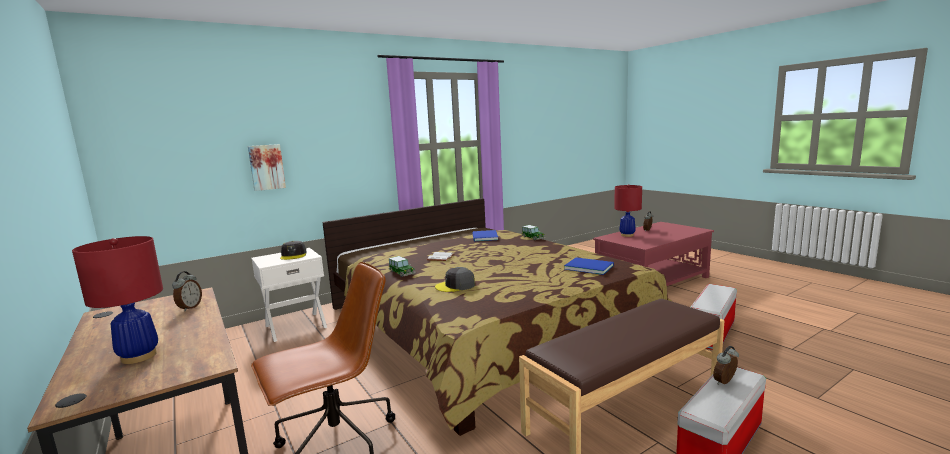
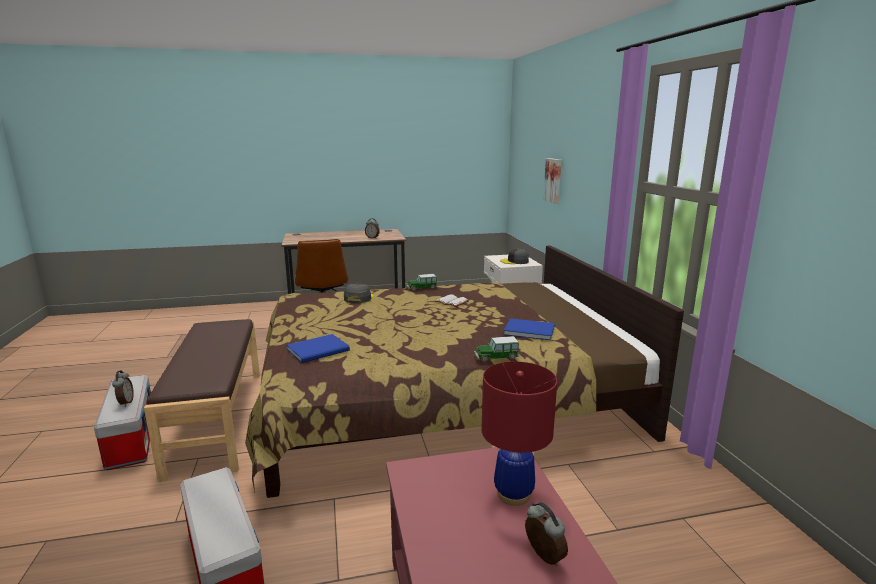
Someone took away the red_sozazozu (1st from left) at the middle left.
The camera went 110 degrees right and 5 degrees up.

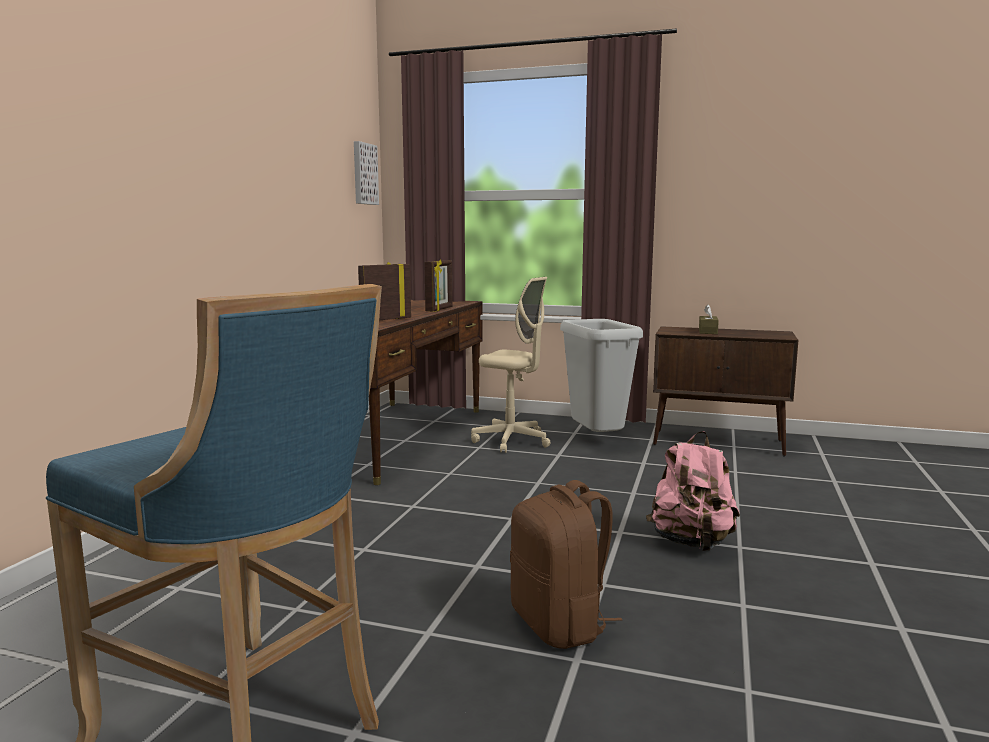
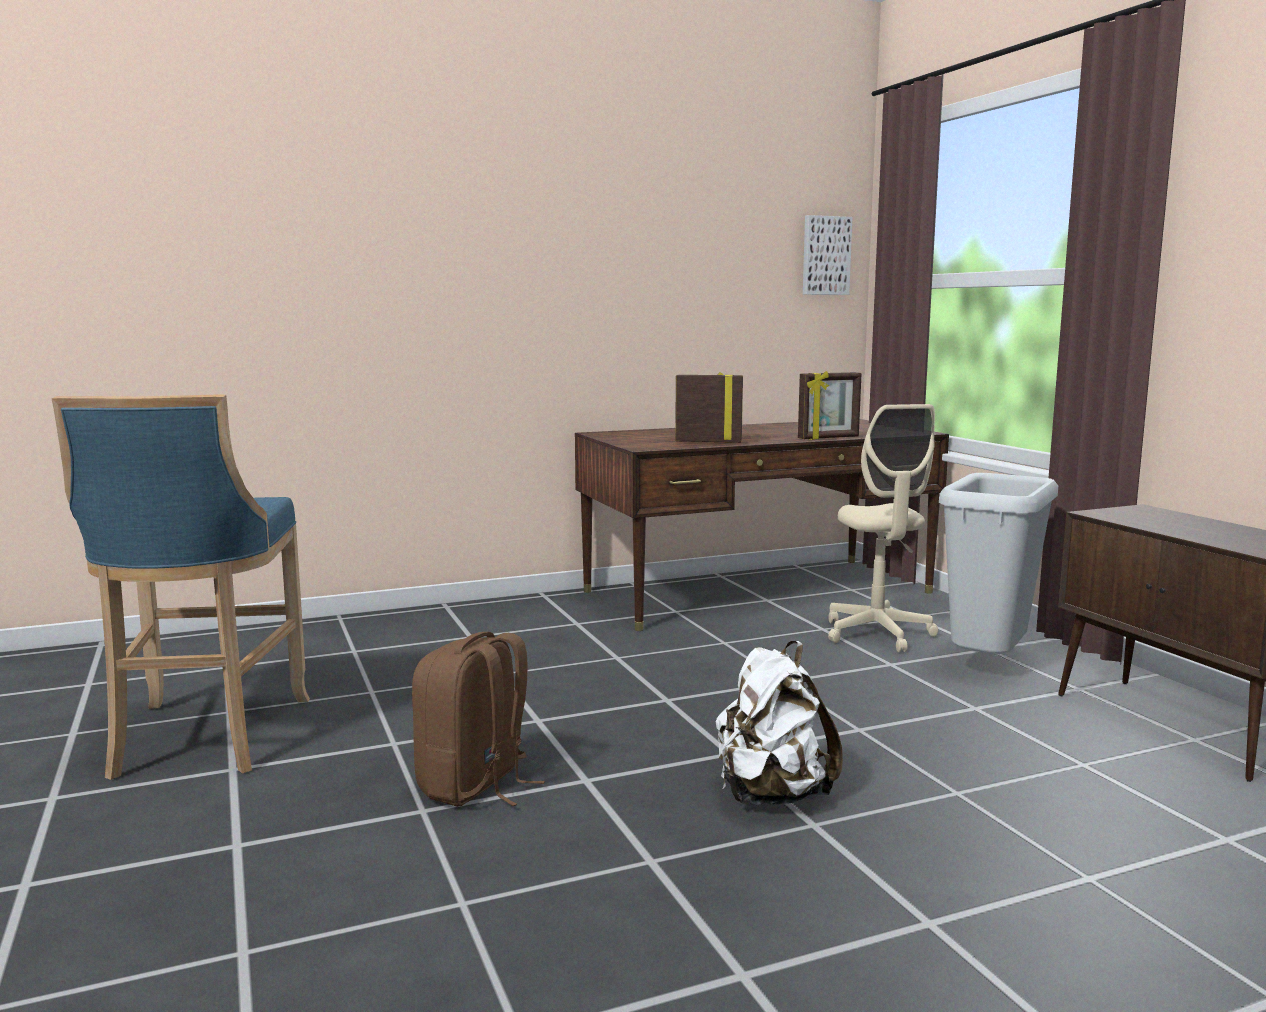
Someone repainted the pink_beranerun at the middle right, which became the white_beranerun at the bottom centre.
Someone took away the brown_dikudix at the middle right.
The camera went 50 degrees right and 0 degrees up.

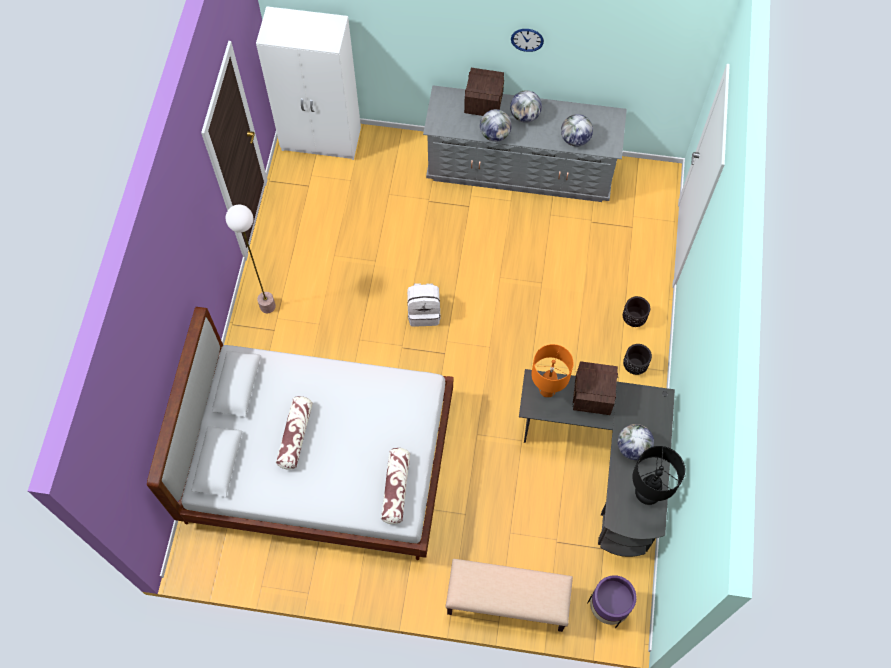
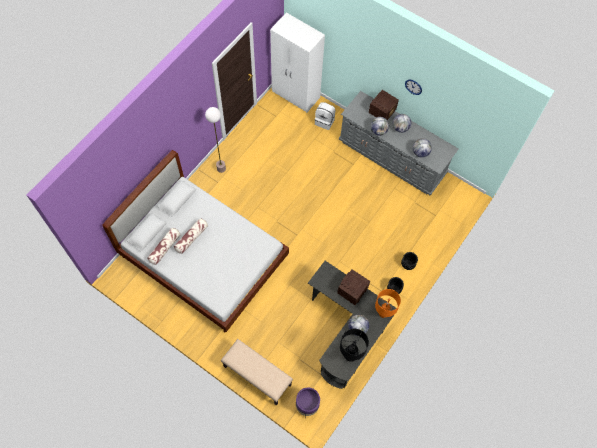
Someone carried the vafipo (2nd from left in the first image) from the bottom centre to the middle left.
Someone carried the white_beranerun from the centre to the top centre.
Someone carried the orange_sozazozu from the centre to the bottom centre.
The camera went 25 degrees right and 0 degrees up.

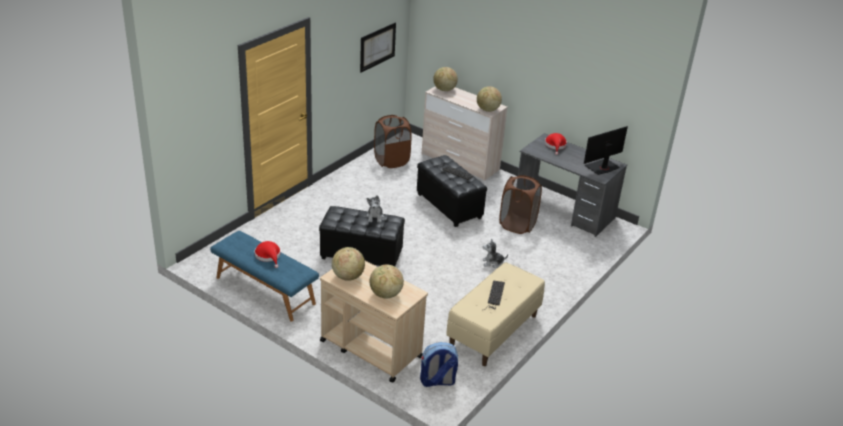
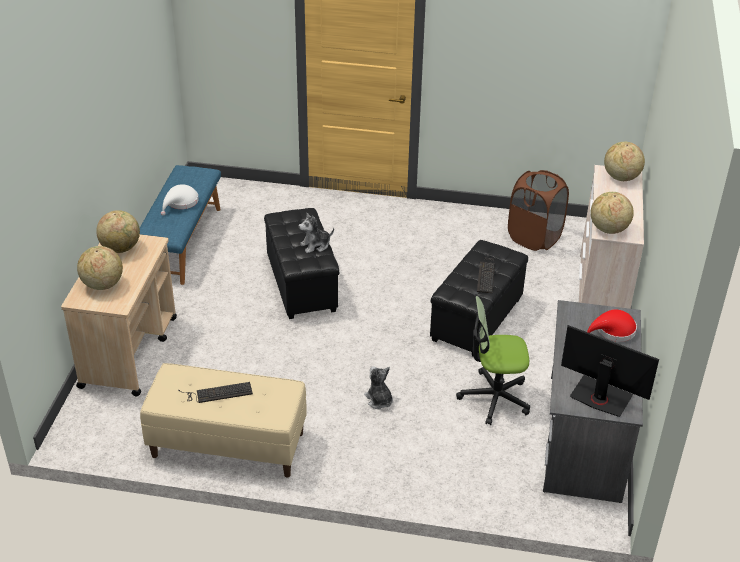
Someone repainted the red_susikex (1st from left) at the middle left, which became the white_susikex at the middle left.
Someone took away the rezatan at the top centre.
Someone took away the beranerun at the bottom centre.
Someone swapped the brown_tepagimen (2nd from left) at the centre for the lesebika at the centre.
The camera went 65 degrees right and 5 degrees up.

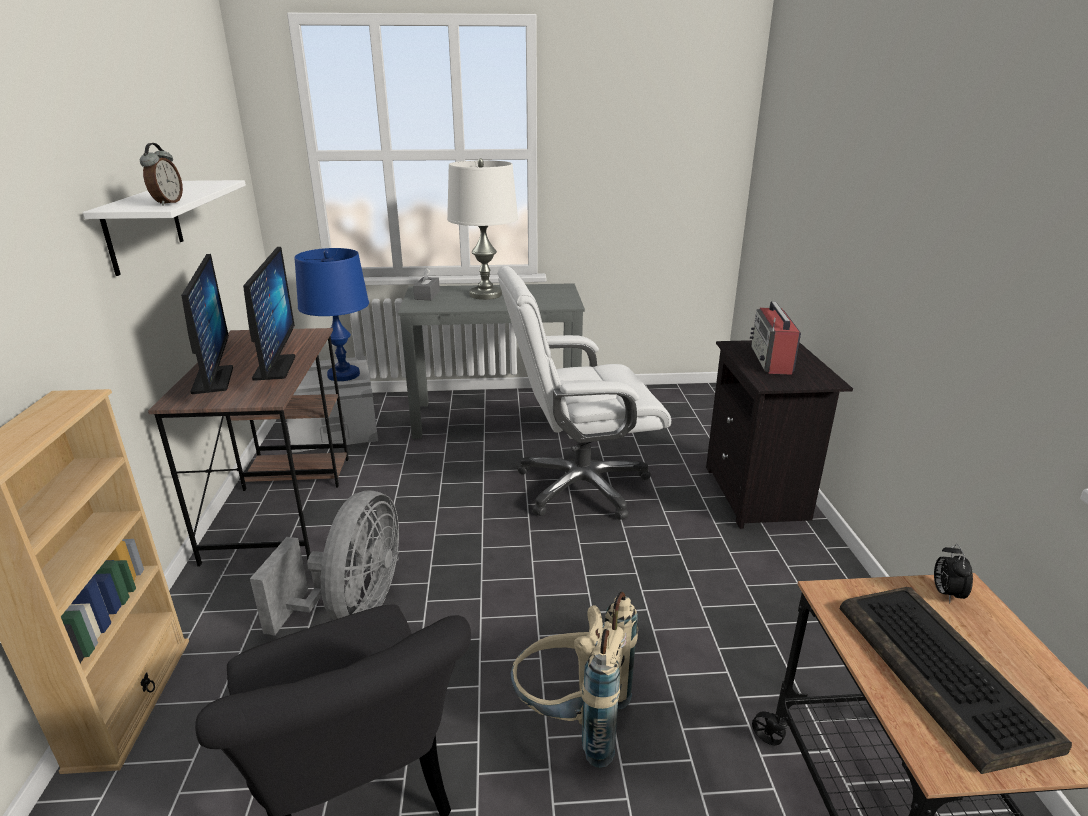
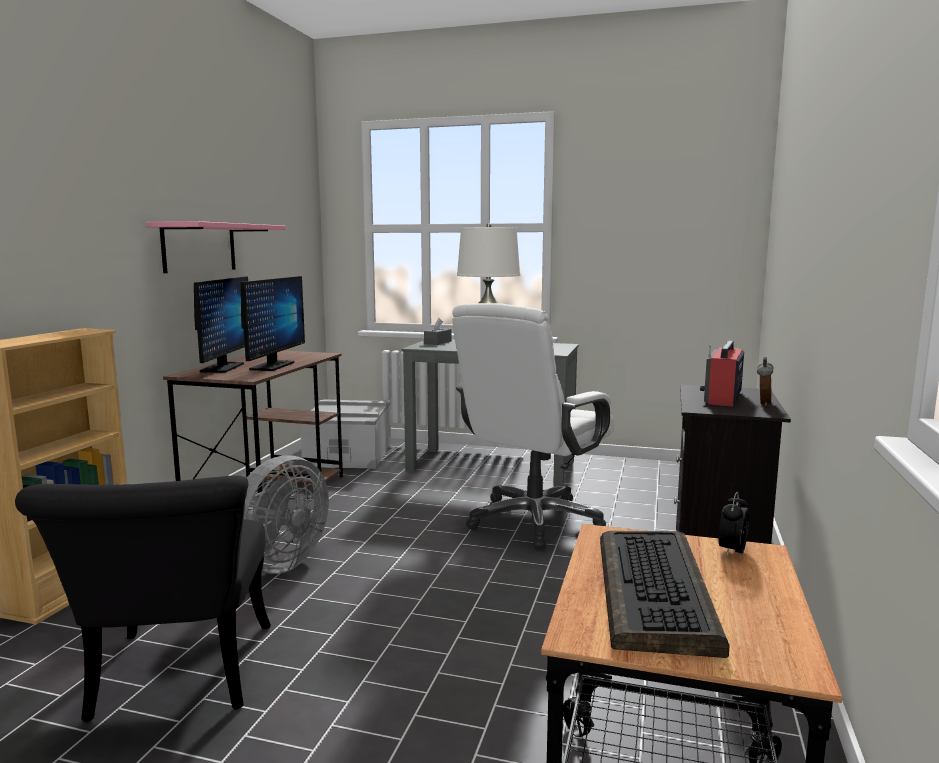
Someone repainted the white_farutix at the top left, which became the pink_farutix at the top left.
Someone carried the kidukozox (1st from left in the first image) from the top left to the middle right.
Someone took away the blue_sozazozu at the middle left.
Someone rotated the white_lesebika at the centre by 60 degrees counterclockwise.
Someone took away the beige_beranerun at the bottom centre.
The camera went 20 degrees right and 15 degrees down.

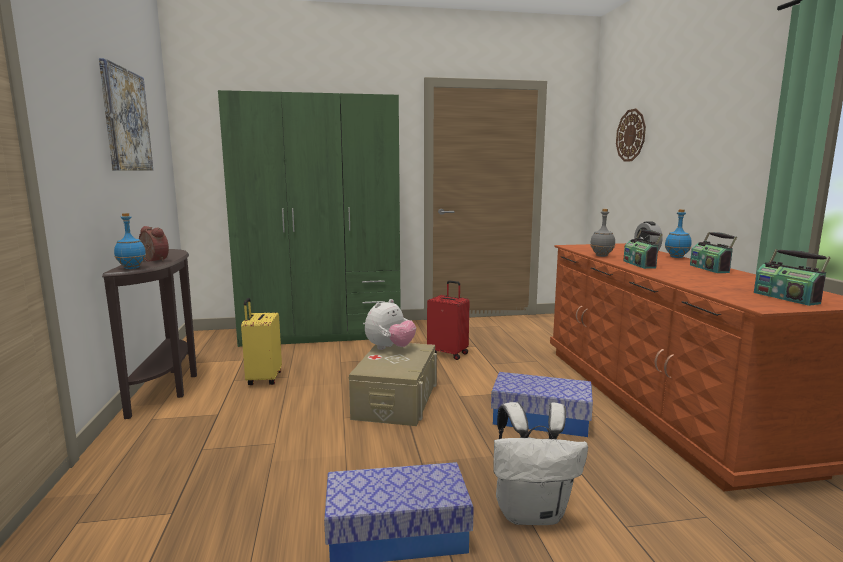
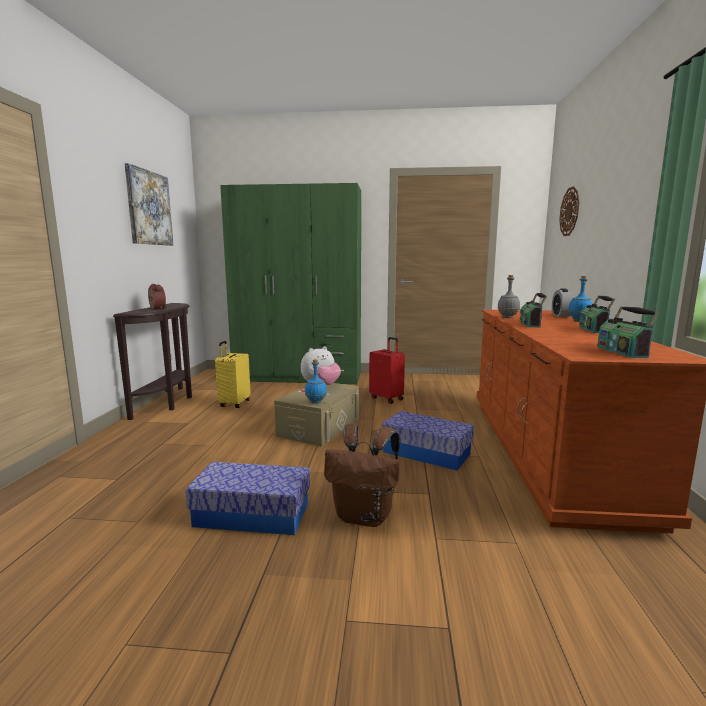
Someone carried the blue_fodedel (1st from left) from the middle left to the centre.
Someone repainted the white_beranerun at the bottom centre, which became the brown_beranerun at the bottom centre.
The camera went 15 degrees right and 0 degrees up.

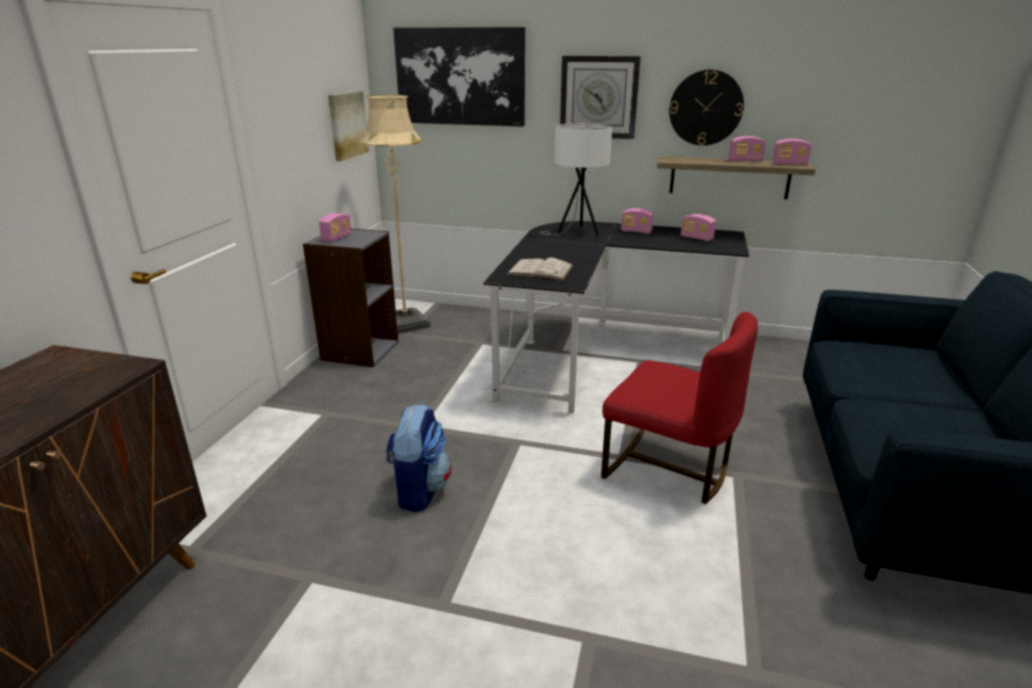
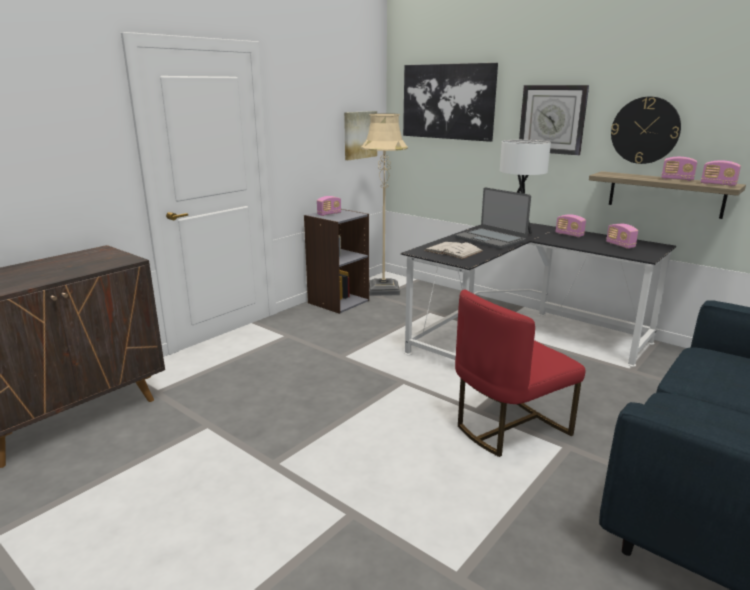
Someone took away the beranerun at the centre.
Someone rotated the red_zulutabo at the centre by 90 degrees clockwise.
Someone put down the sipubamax at the centre.
The camera went 25 degrees right and 5 degrees down.

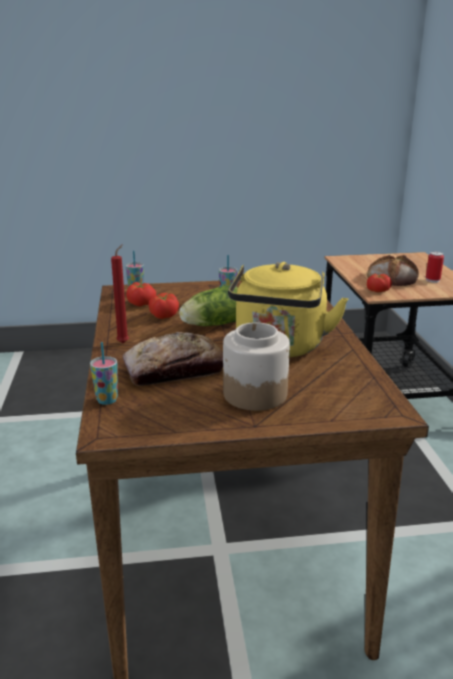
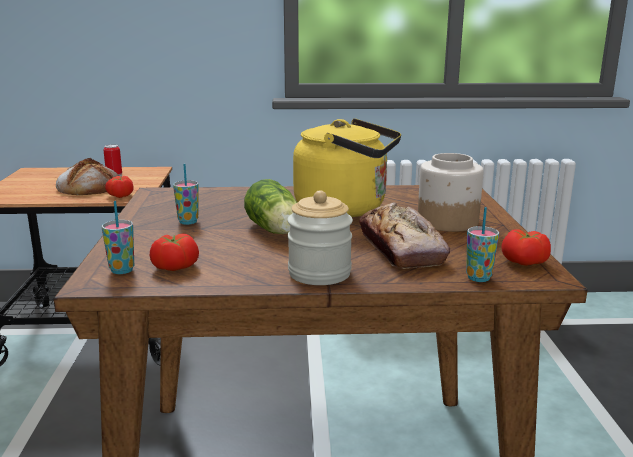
Someone swapped the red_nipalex at the middle left for the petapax (1st from left) at the centre.
Someone carried the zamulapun (2nd from left in the first image) from the centre to the middle right.
The camera went 85 degrees left and 5 degrees down.

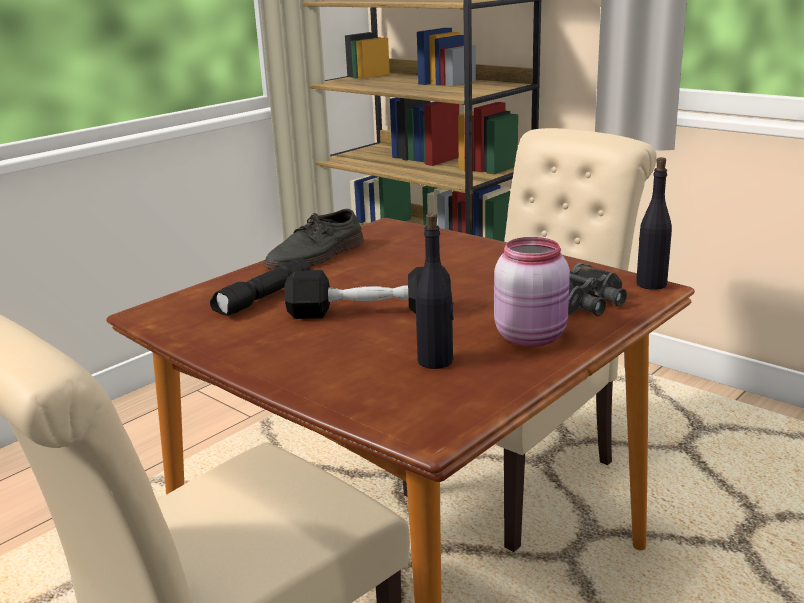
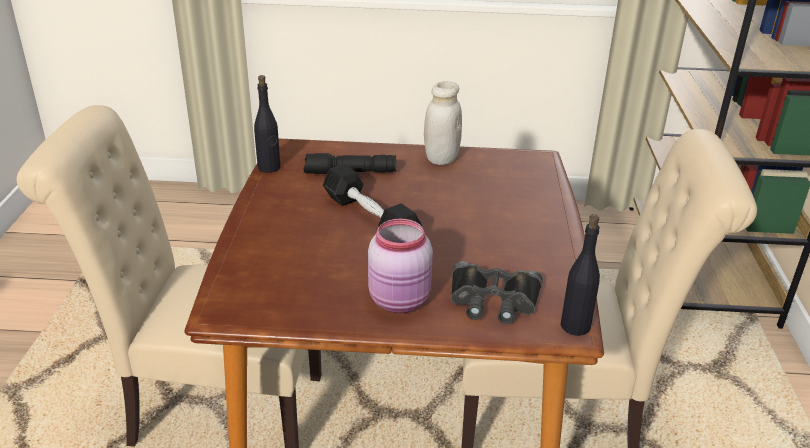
Someone swapped the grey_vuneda at the centre for the white_petapax at the top centre.
Someone carried the black_fodedel (1st from left) from the centre to the top left.
The camera went 50 degrees right and 10 degrees up.

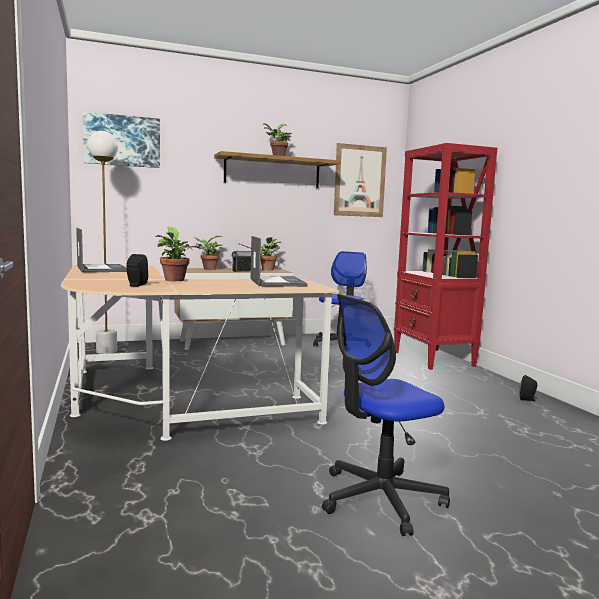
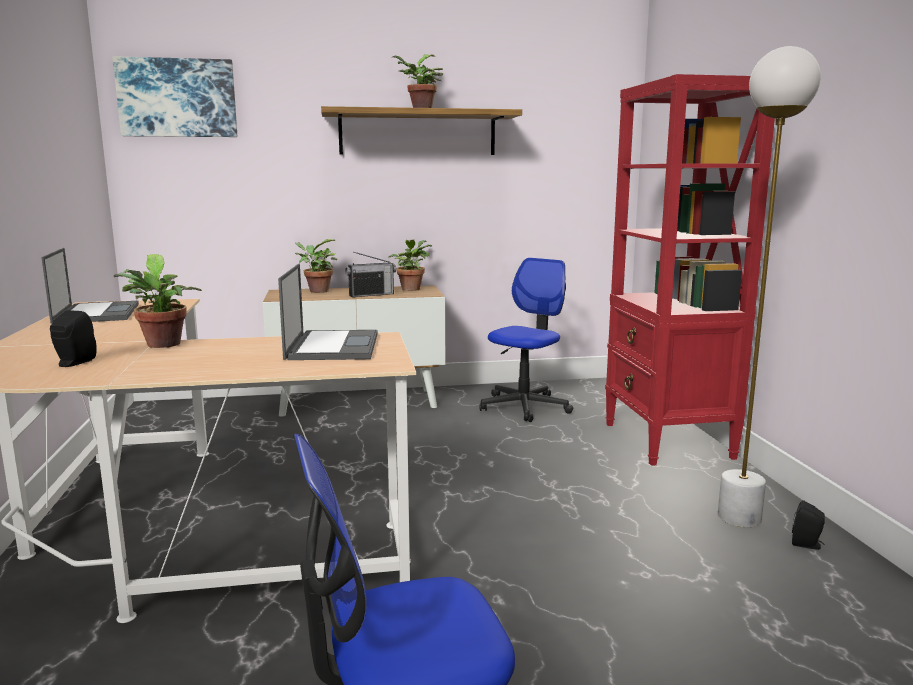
Someone carried the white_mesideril from the middle left to the middle right.
Someone took away the rezatan (2nd from left) at the top centre.
The camera went 10 degrees right and 5 degrees up.

